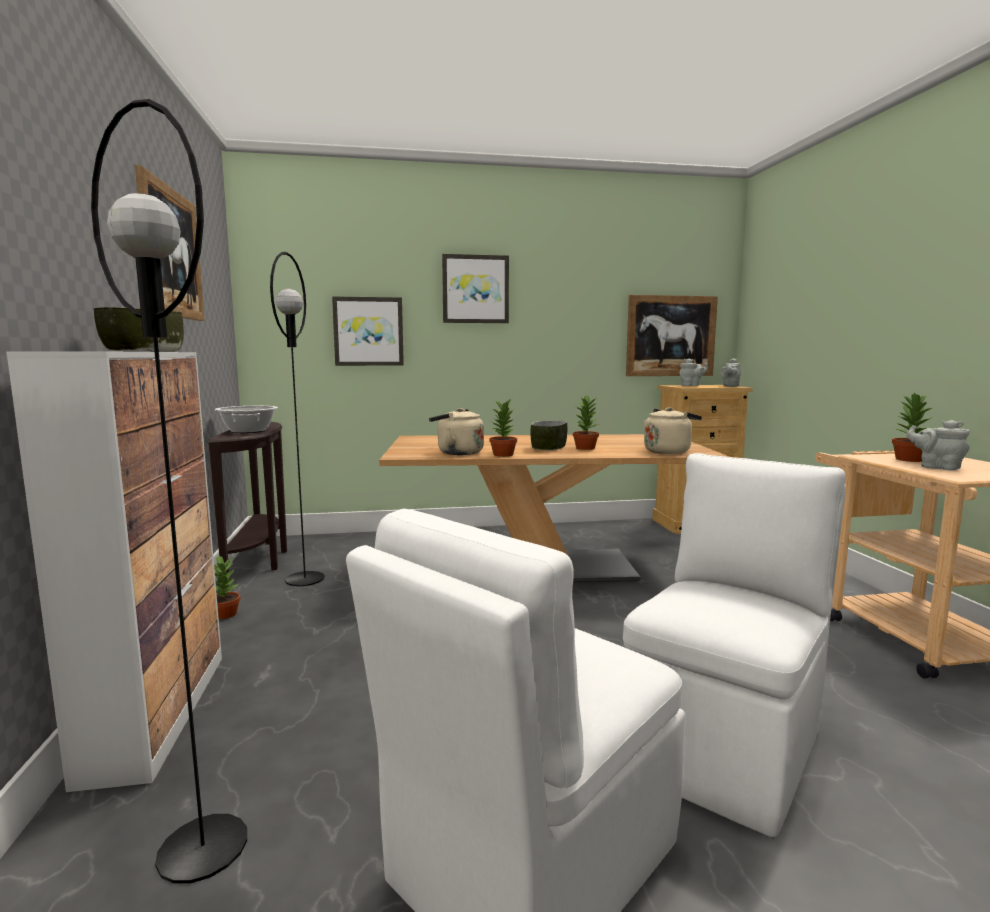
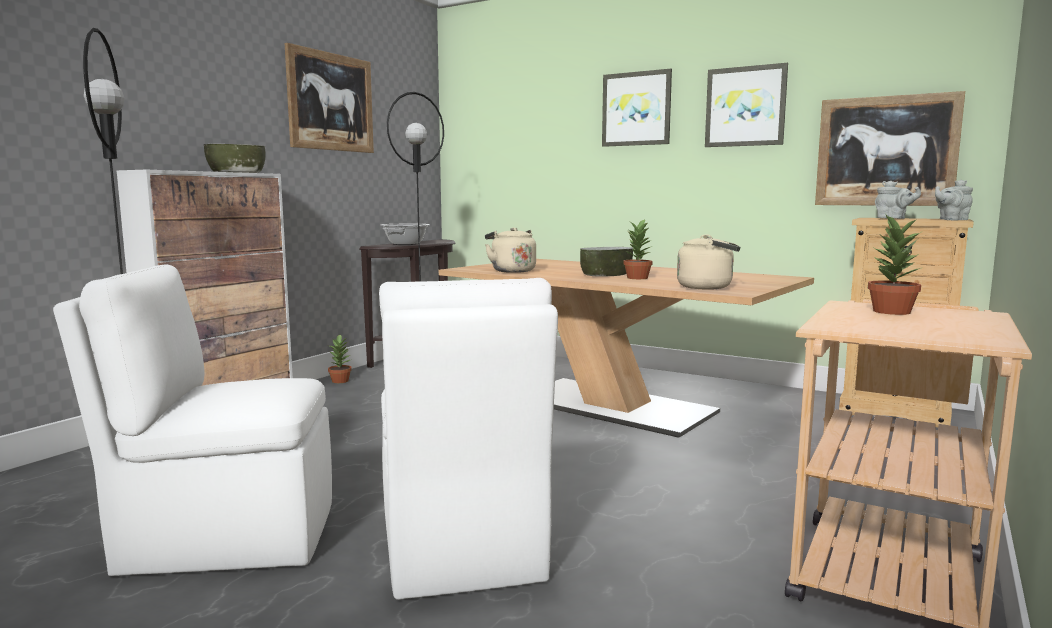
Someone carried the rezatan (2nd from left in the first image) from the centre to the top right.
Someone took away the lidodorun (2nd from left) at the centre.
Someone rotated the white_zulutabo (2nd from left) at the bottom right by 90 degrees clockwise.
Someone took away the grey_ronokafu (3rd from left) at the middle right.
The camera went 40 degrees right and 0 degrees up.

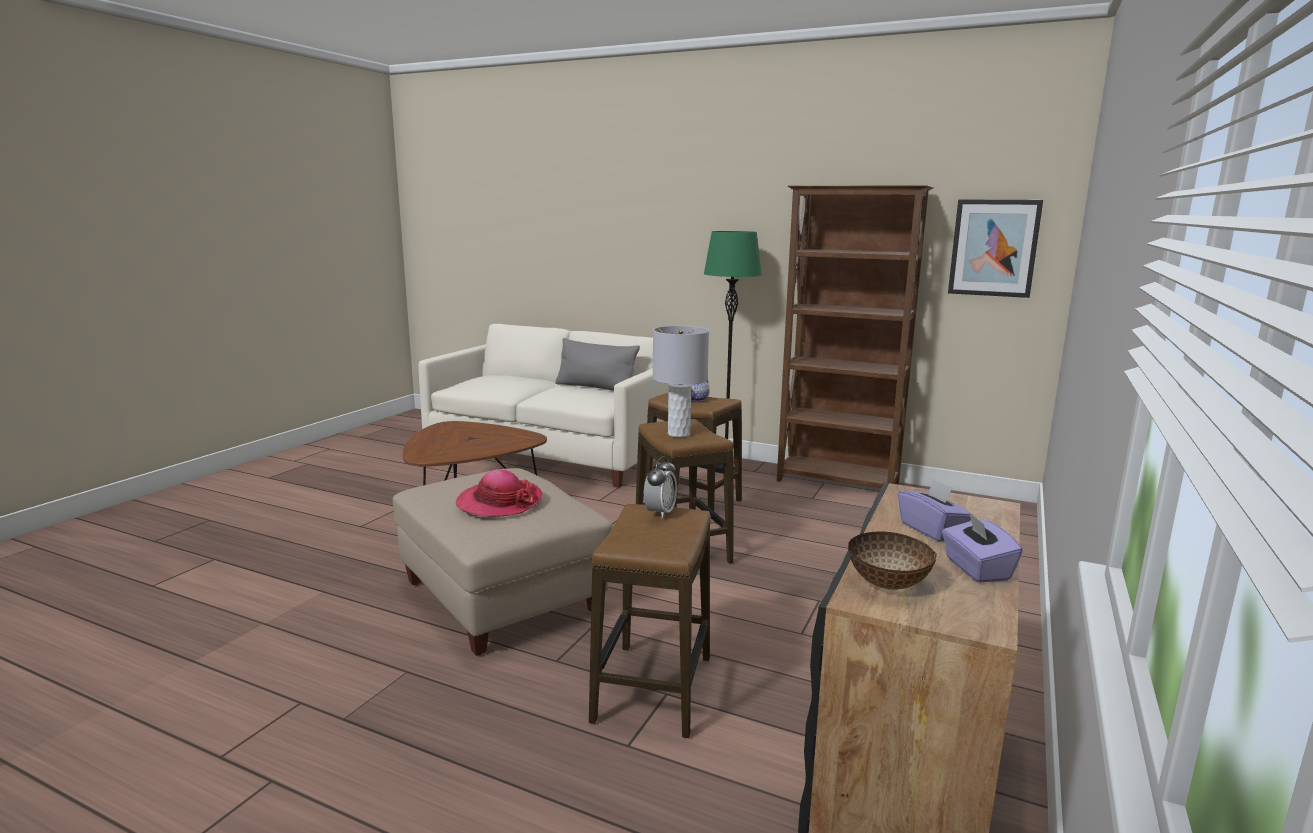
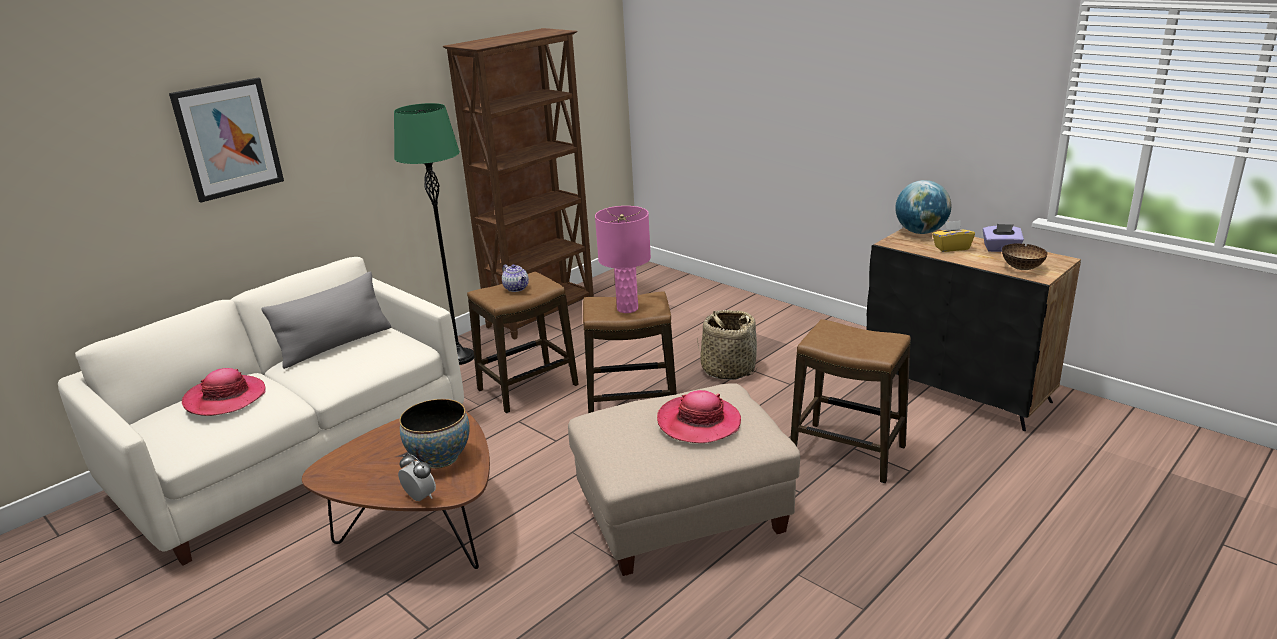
Someone carried the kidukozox from the centre to the bottom left.
Someone repainted the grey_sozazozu at the centre, which became the pink_sozazozu at the centre.
Someone repainted the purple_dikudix (1st from left) at the middle right, which became the yellow_dikudix at the middle right.
Someone carried the rezatan from the top right to the top left.
Someone put down the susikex (1st from left) at the middle left.
Someone put down the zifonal (1st from left) at the bottom centre.
Someone put down the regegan at the centre.
Someone put down the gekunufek at the top right.
The camera went 70 degrees left and 10 degrees up.

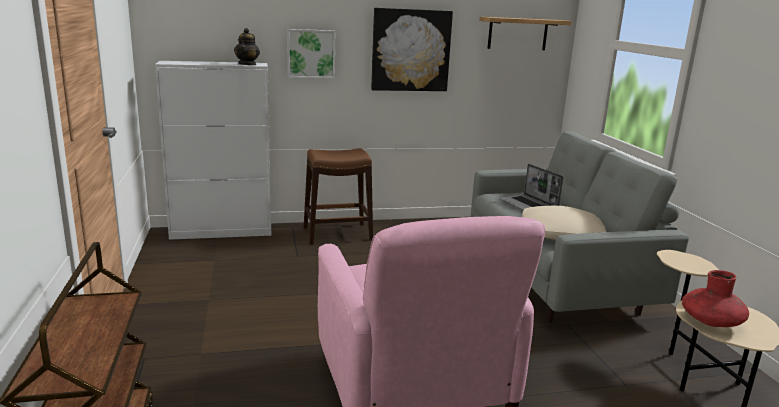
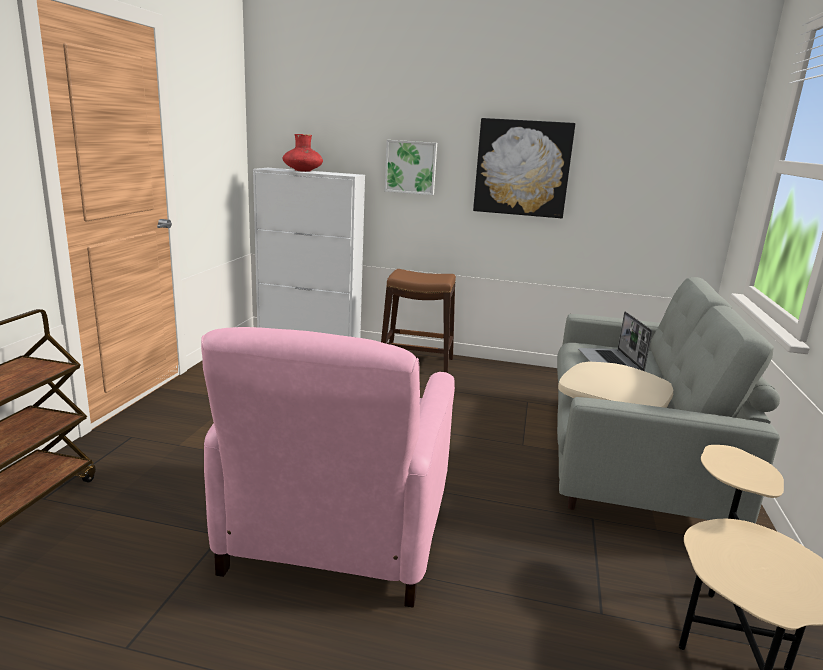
Someone took away the ronokafu at the top left.
Someone took away the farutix at the top right.
Someone carried the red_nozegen from the bottom right to the top centre.
The camera went 25 degrees right and 0 degrees up.

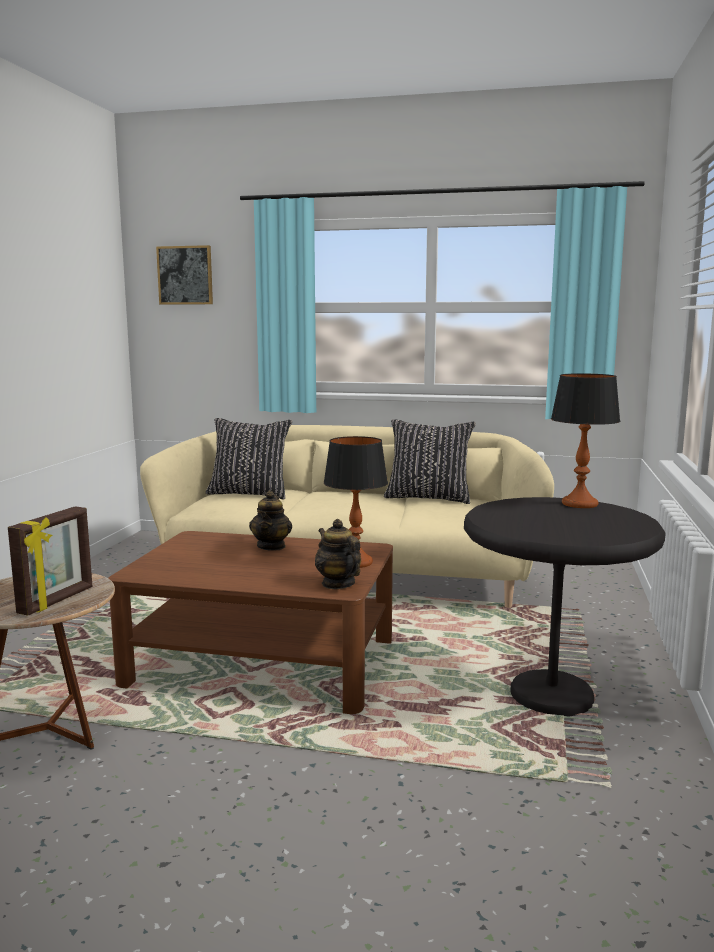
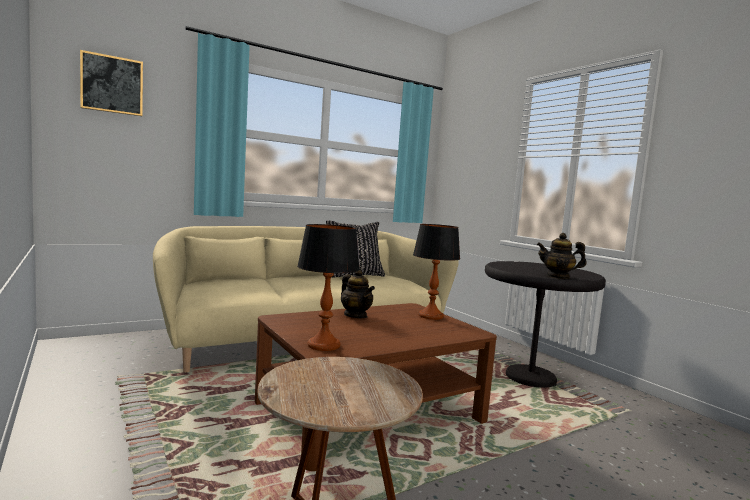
Someone took away the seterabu at the middle left.
Someone took away the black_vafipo (1st from left) at the centre.
Someone carried the ronokafu (2nd from left) from the centre to the middle right.
Someone carried the sozazozu (2nd from left in the first image) from the middle right to the centre.
The camera went 45 degrees left and 5 degrees down.

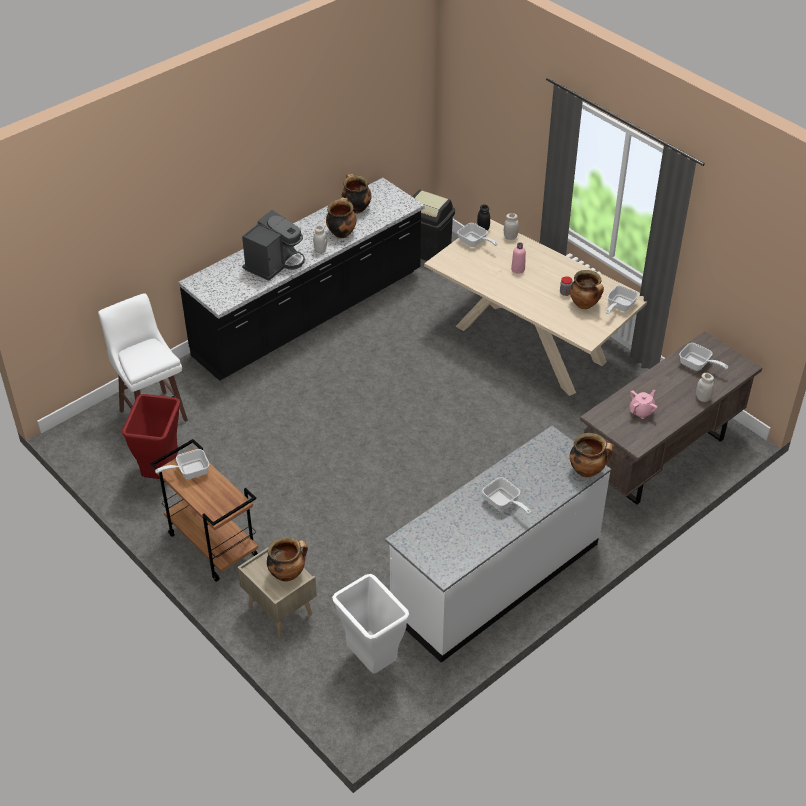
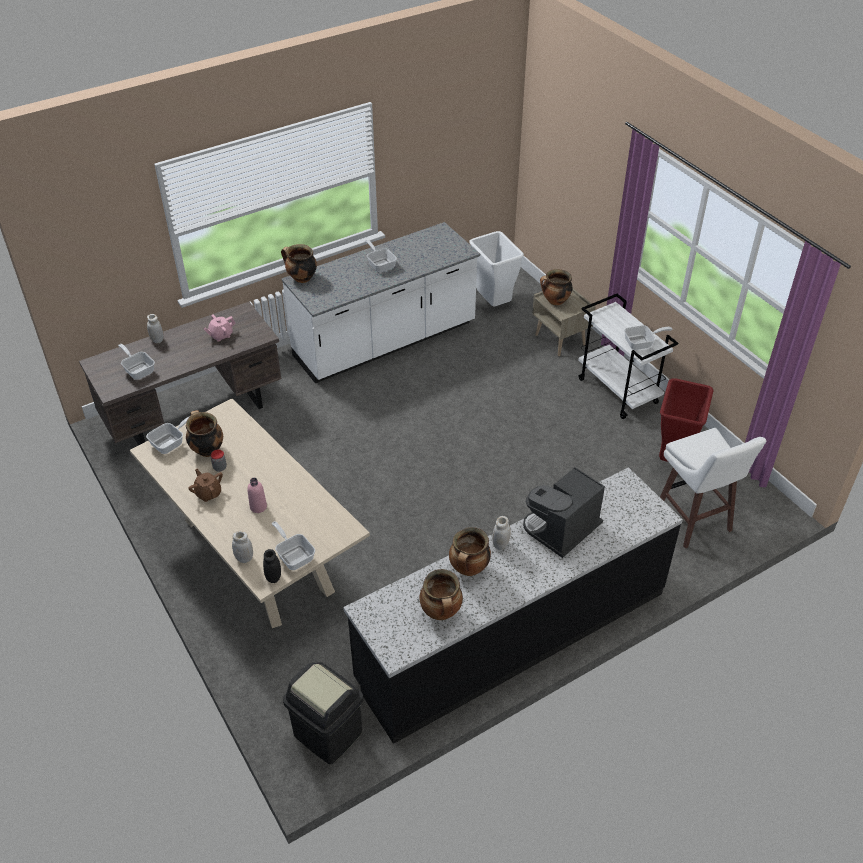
Someone repainted the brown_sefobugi at the middle left, which became the white_sefobugi at the middle right.
Someone put down the brown_ronokafu at the middle left.
The camera went 170 degrees left and 0 degrees up.

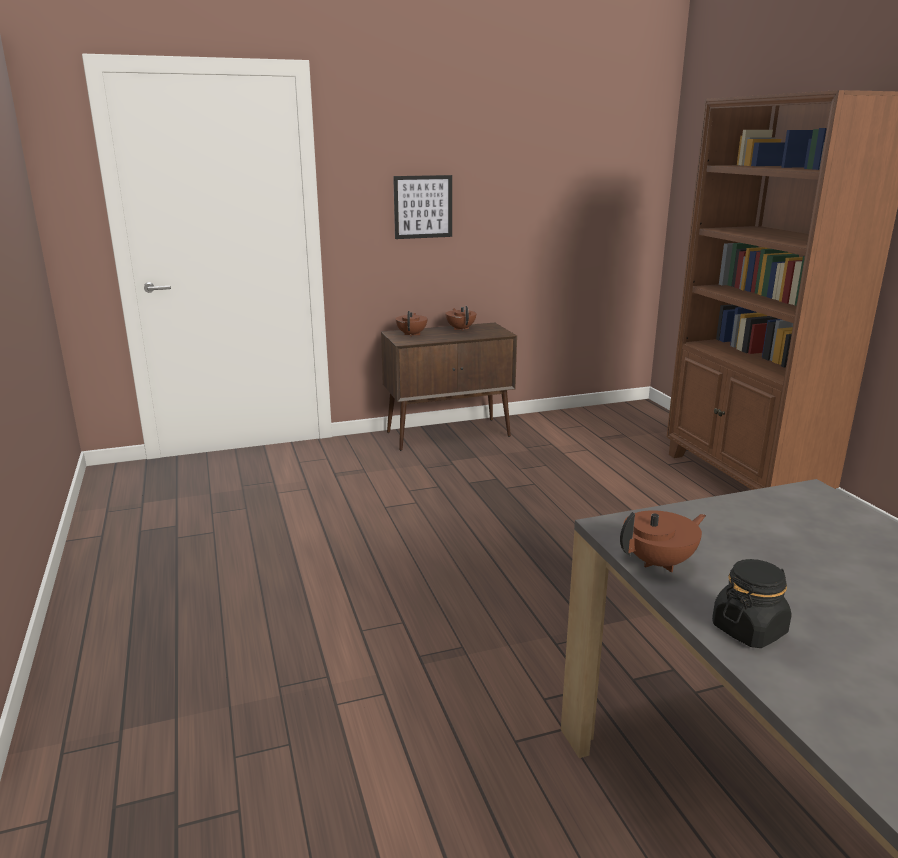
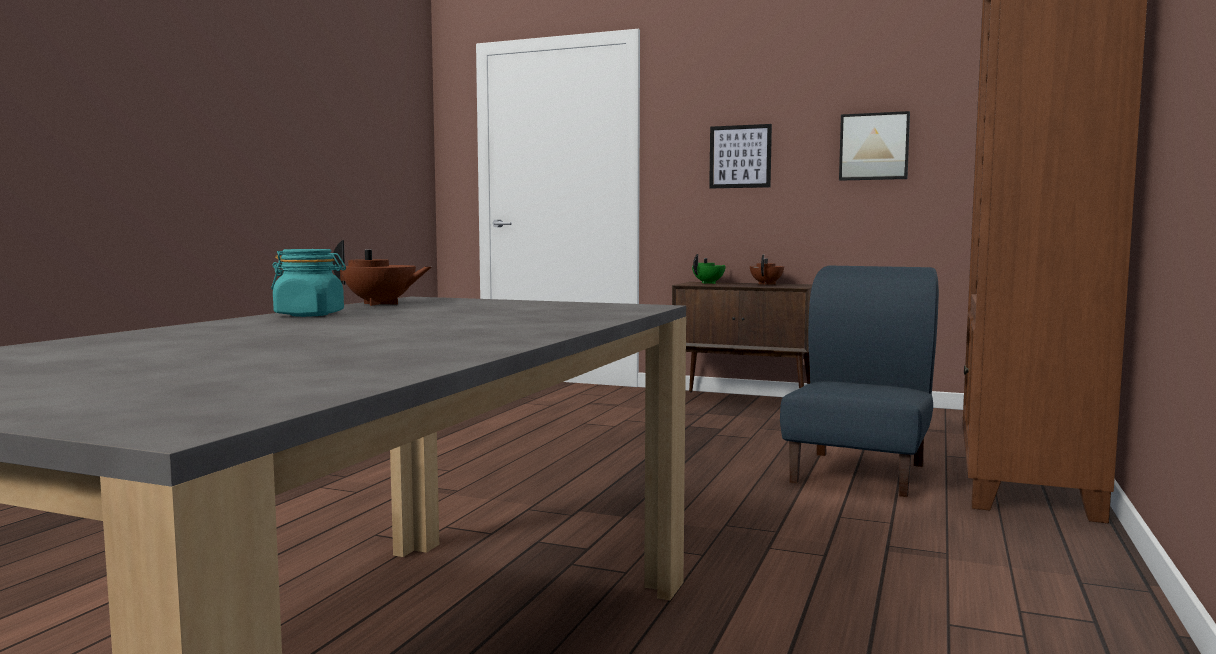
Someone repainted the brown_ronokafu (1st from left) at the centre, which became the green_ronokafu at the centre.
Someone repainted the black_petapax at the bottom right, which became the turquoise_petapax at the middle left.
Someone put down the blue_zulutabo at the middle right.
Someone put up the rezatan (2nd from left) at the top right.
The camera went 40 degrees right and 15 degrees down.

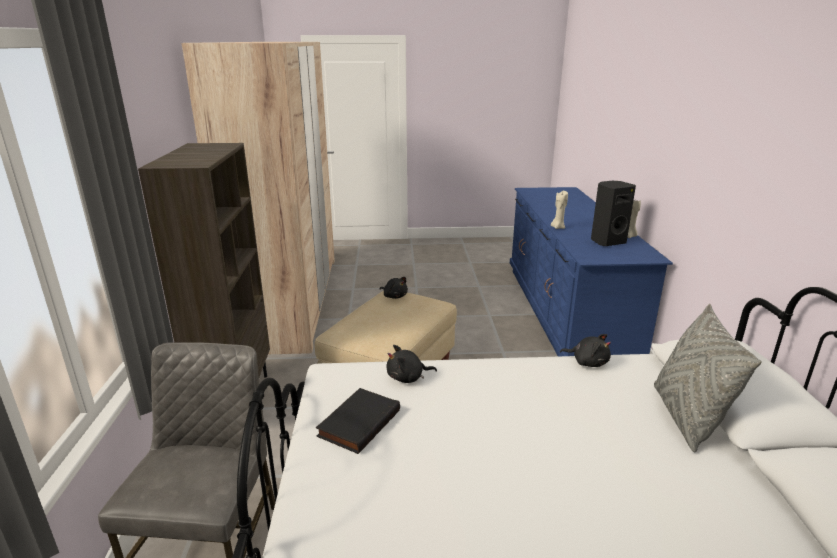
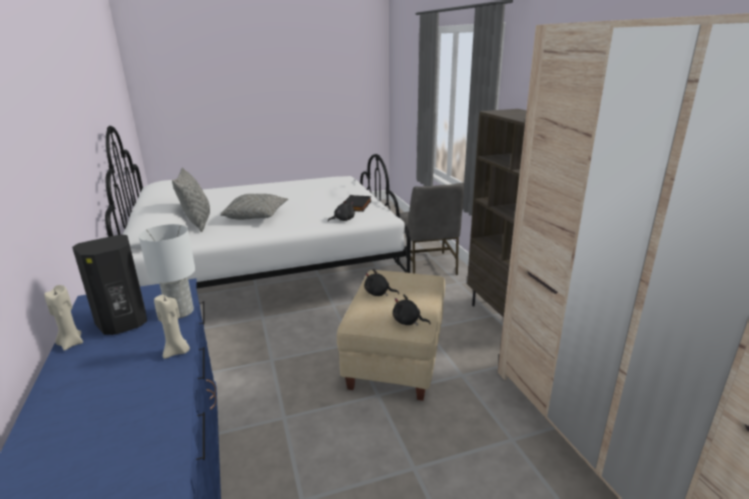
Someone carried the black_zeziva (3rd from left in the first image) from the middle right to the centre.
Someone put down the white_sozazozu at the middle left.
Someone put down the grey_vafipo (2nd from left) at the centre.
The camera went 165 degrees right and 0 degrees up.

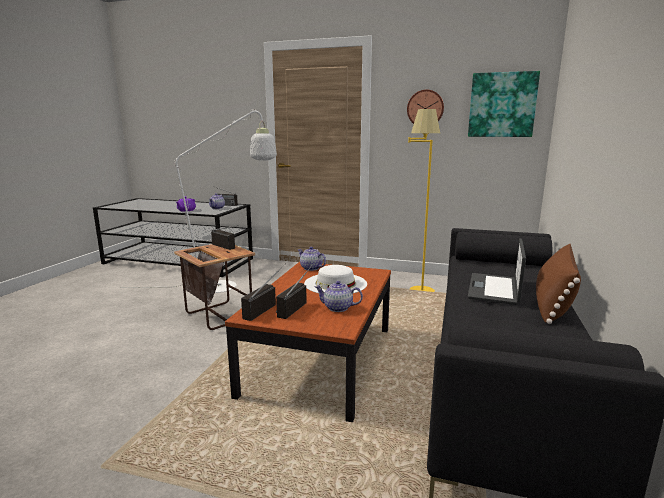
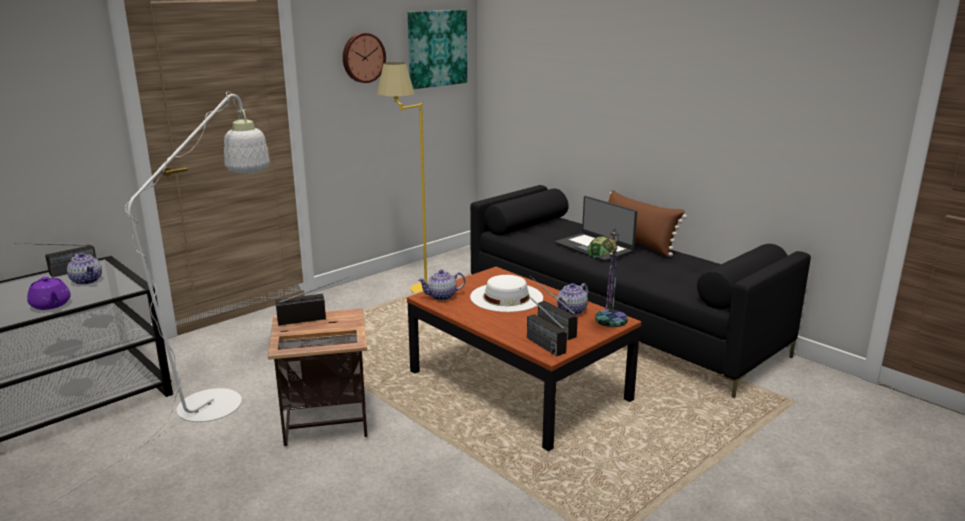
Someone put down the sozazozu at the centre.
The camera went 60 degrees left and 5 degrees up.

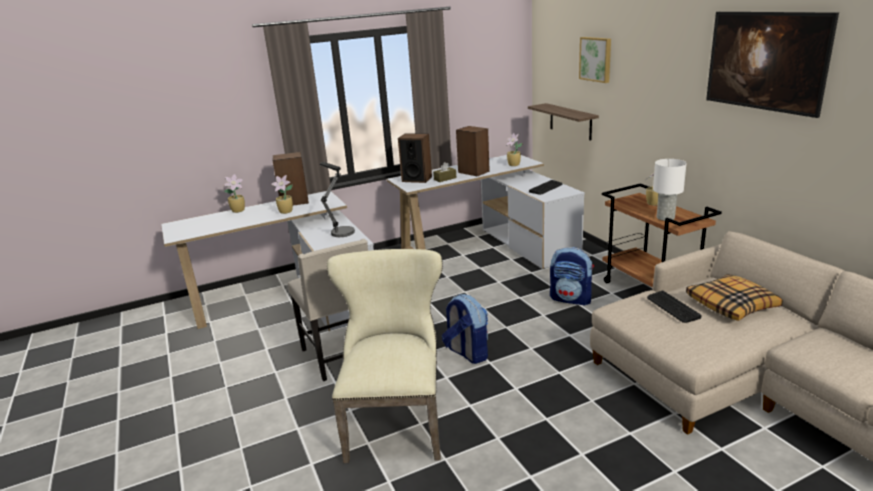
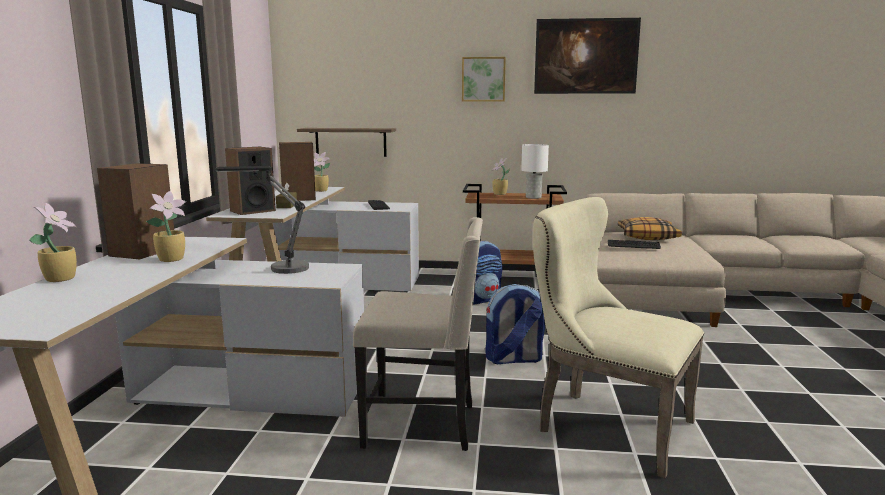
Someone carried the rezatan (1st from left) from the top right to the top centre.
The camera went 60 degrees left and 10 degrees down.

